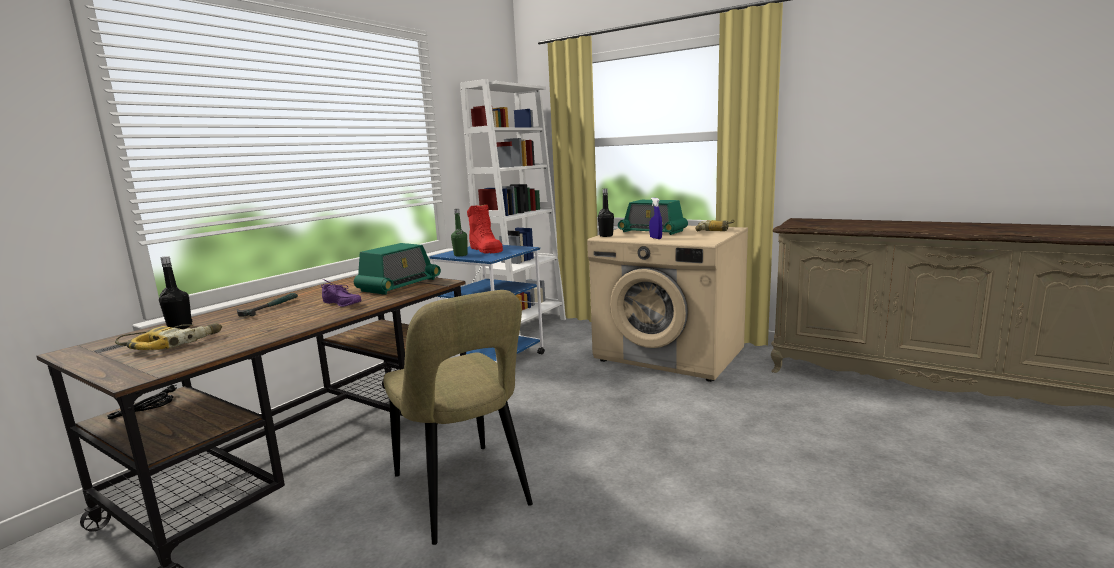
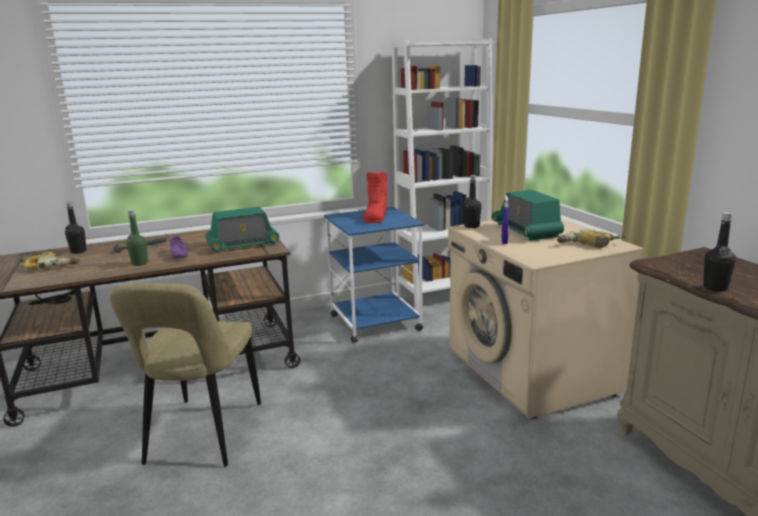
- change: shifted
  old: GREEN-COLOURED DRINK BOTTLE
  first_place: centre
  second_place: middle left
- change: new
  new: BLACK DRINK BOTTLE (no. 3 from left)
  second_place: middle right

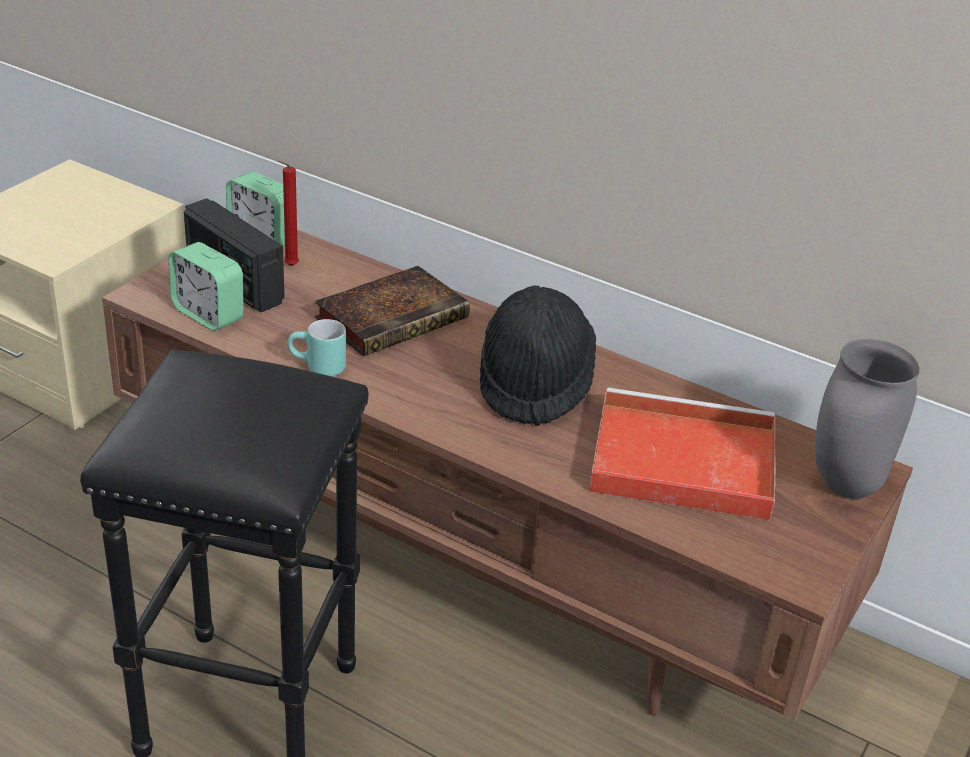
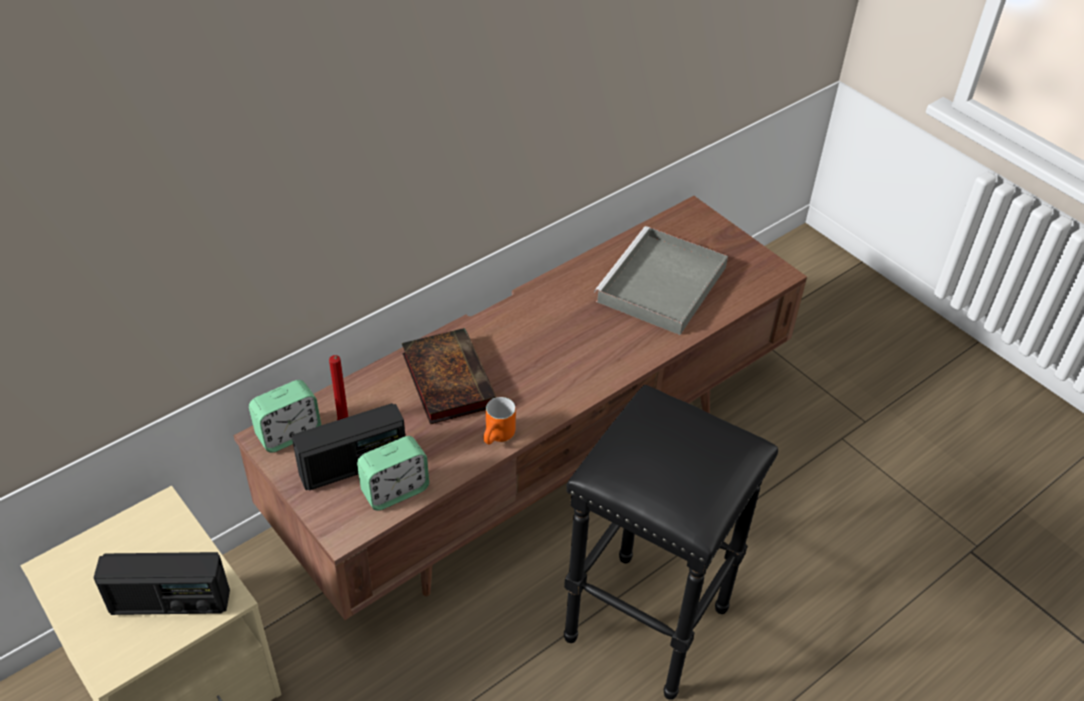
- change: new
  new: RADIO SET (no. 1 from left)
  second_place: bottom left
- change: repainted
  old: TURQUOISE-COLOURED COFFEE MUG
  new: ORANGEY COFFEE MUG
  first_place: middle left
  second_place: centre
- change: repainted
  old: RED TRAY
  new: GRAY TRAY
  first_place: middle right
  second_place: centre
- change: gone
  old: BLACK WEARABLE HAT
  first_place: centre
- change: gone
  old: GRAY VASE
  first_place: middle right

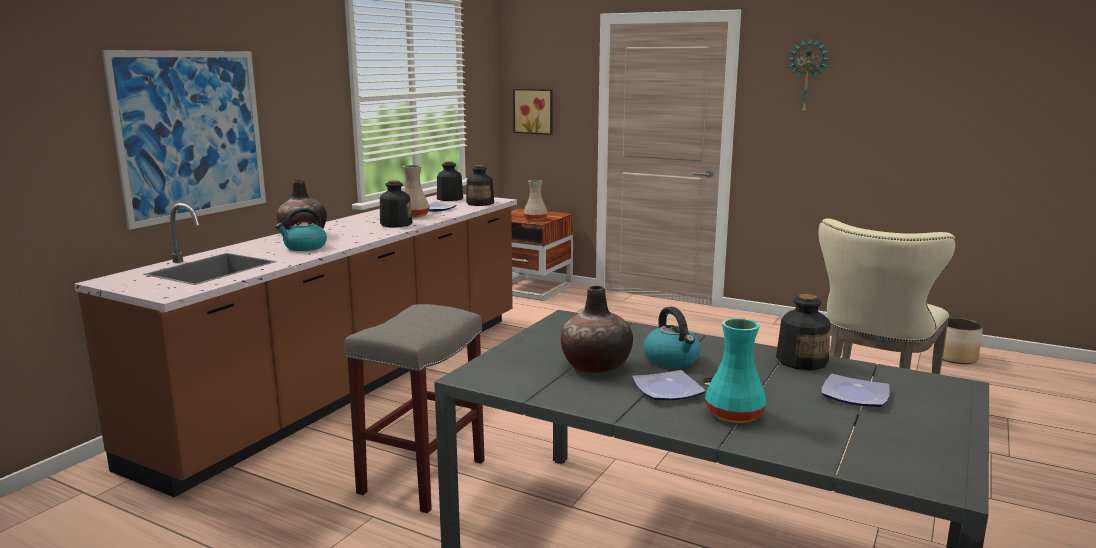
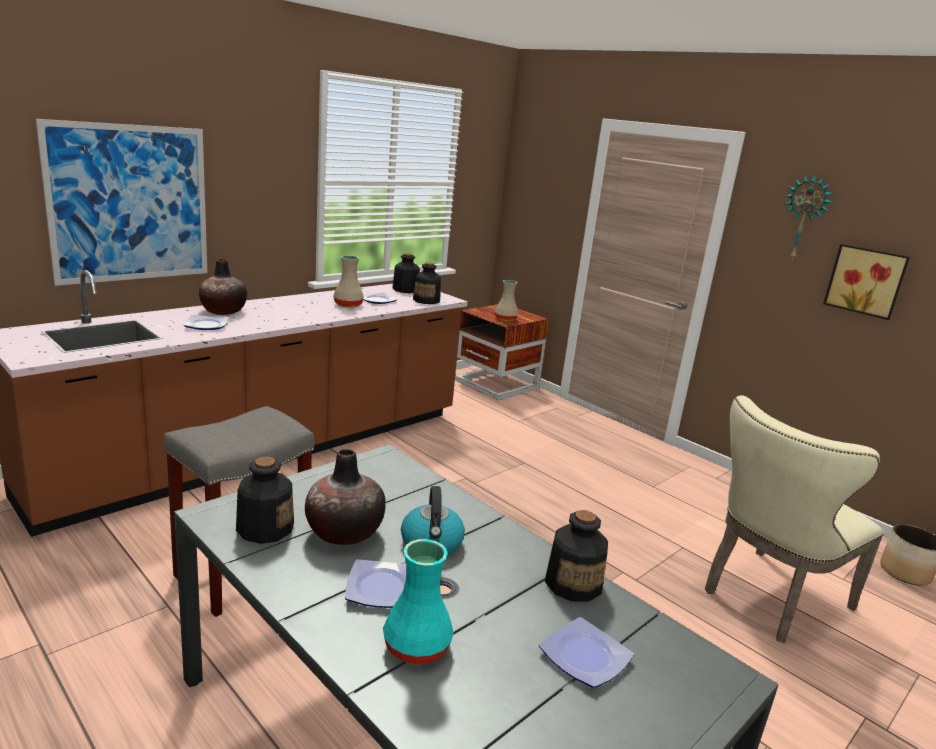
- change: swapped
  old: KETTLE (no. 1 from left)
  new: FLAT DISH (no. 1 from left)
  first_place: middle left
  second_place: middle left
- change: shifted
  old: DRINK BOTTLE (no. 1 from left)
  first_place: centre
  second_place: bottom left
- change: shifted
  old: WALL ART (no. 2 from left)
  first_place: top centre
  second_place: middle right

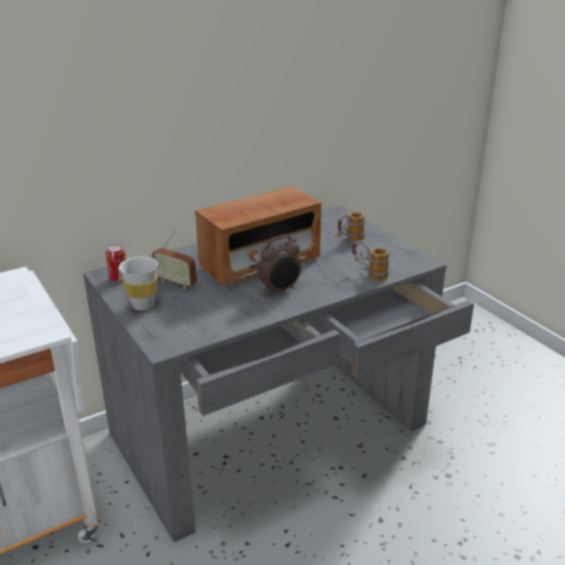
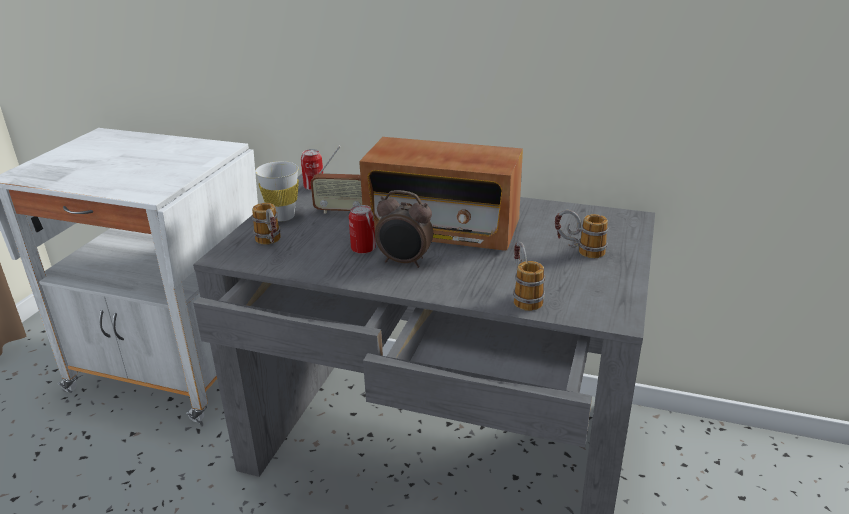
- change: new
  new: COFFEE MUG (no. 1 from left)
  second_place: middle left
- change: rotated
  old: RADIO SET (no. 1 from left)
  first_place: middle left
  second_place: centre
  degrees: -75
- change: new
  new: SEALED CAN (no. 2 from left)
  second_place: centre

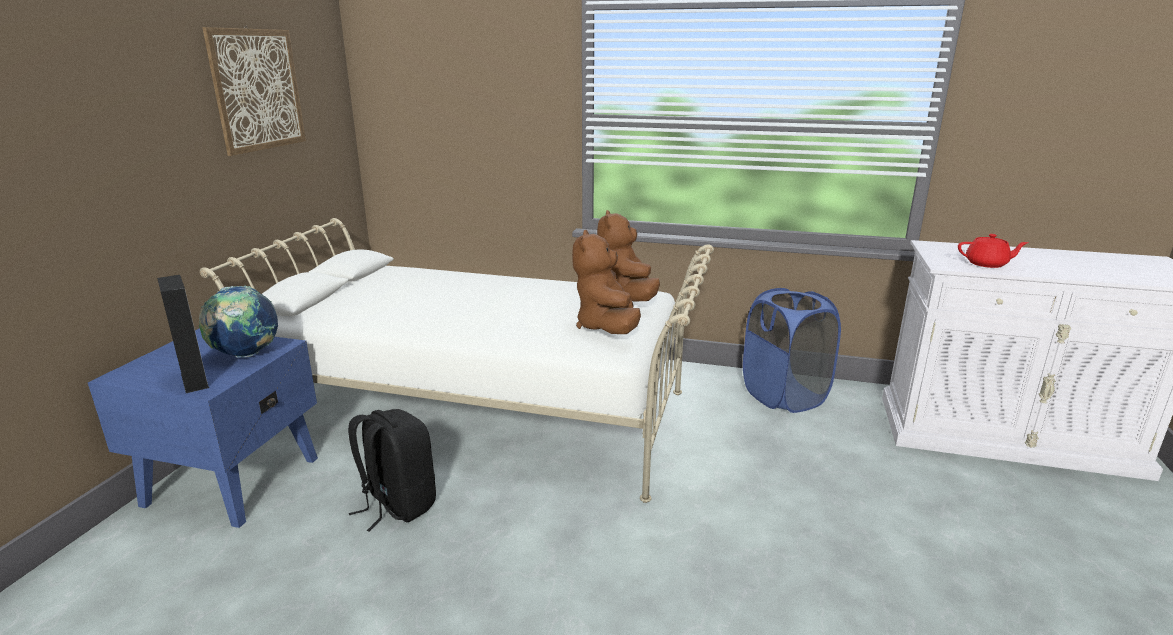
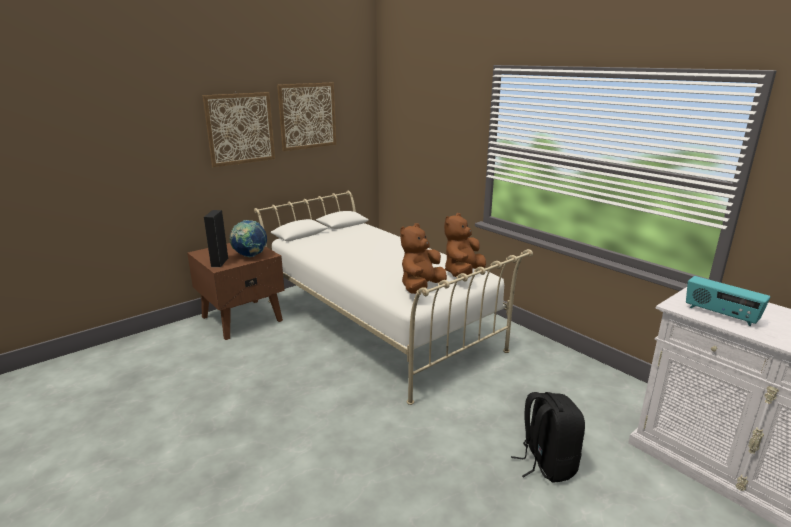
- change: repainted
  old: BLUE-COLOURED NIGHTSTAND
  new: BROWN-COLOURED NIGHTSTAND
  first_place: bottom left
  second_place: middle left
- change: new
  new: WALL ART (no. 1 from left)
  second_place: top left
- change: shifted
  old: BLACK BACKPACK
  first_place: bottom centre
  second_place: bottom right
- change: swapped
  old: RED POT FOR TEA
  new: RADIO SET
  first_place: middle right
  second_place: middle right
- change: gone
  old: BLUE-COLOURED LAUNDRY BASKET
  first_place: middle right

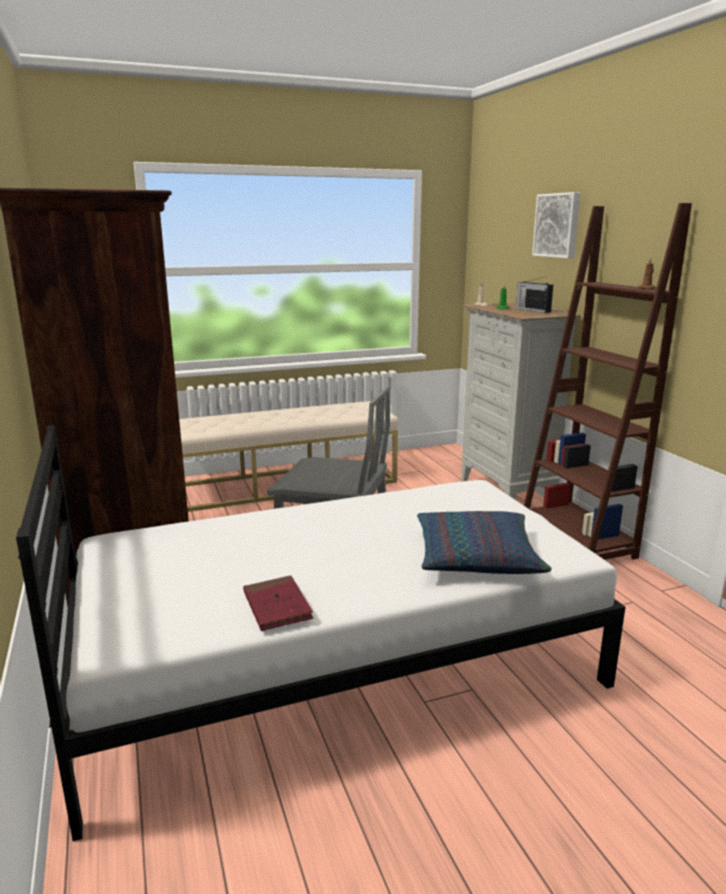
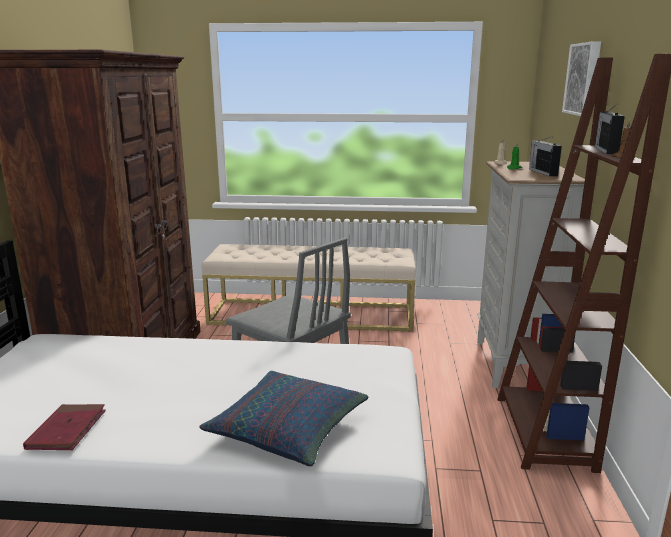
- change: new
  new: RADIO SET (no. 2 from left)
  second_place: top right

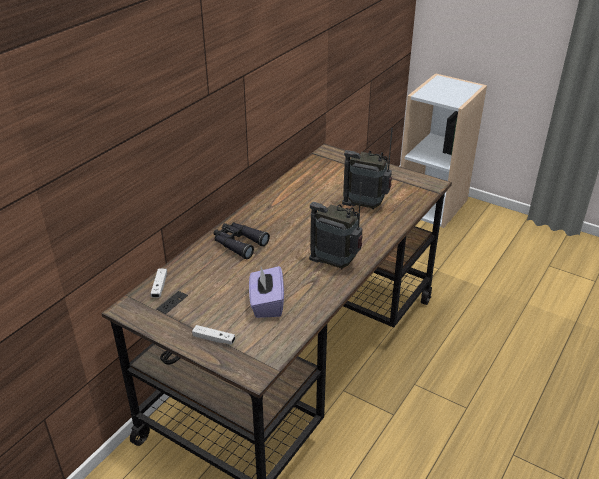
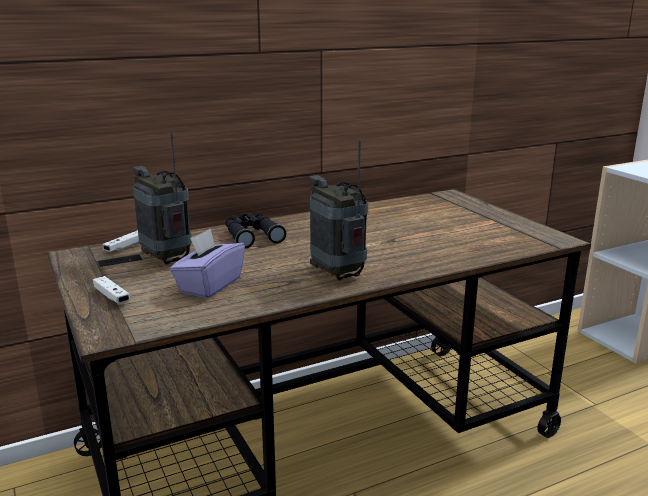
- change: shifted
  old: RADIO SET (no. 2 from left in the first image)
  new: RADIO SET (no. 1 from left)
  first_place: centre
  second_place: middle left

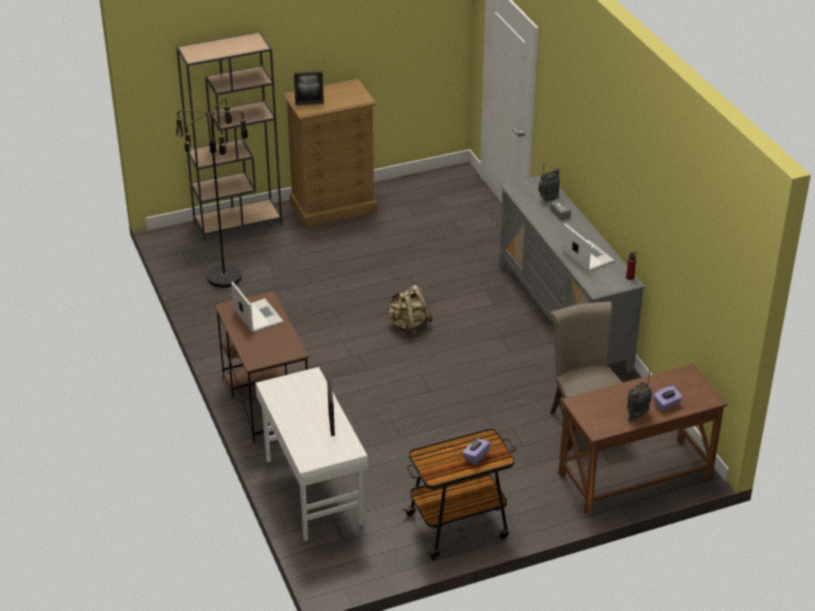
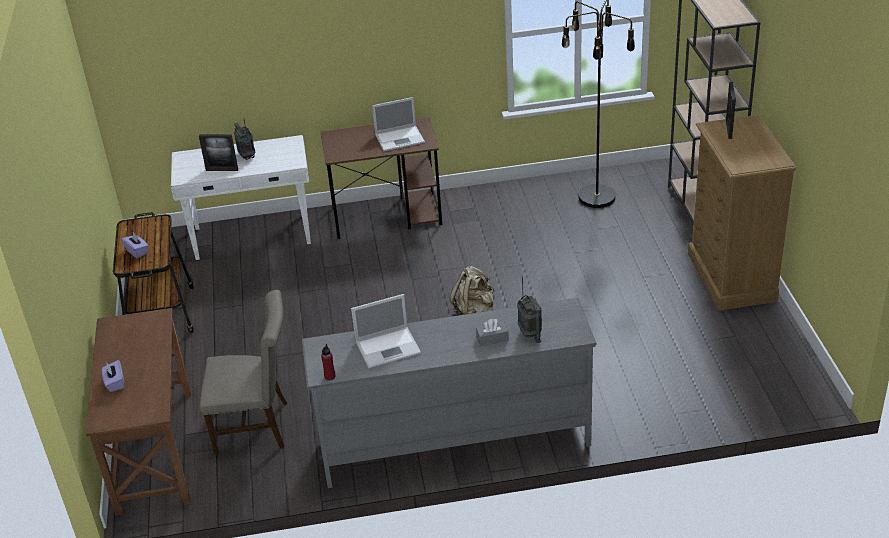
- change: shifted
  old: RADIO SET (no. 2 from left in the first image)
  new: RADIO SET (no. 1 from left)
  first_place: middle right
  second_place: top left

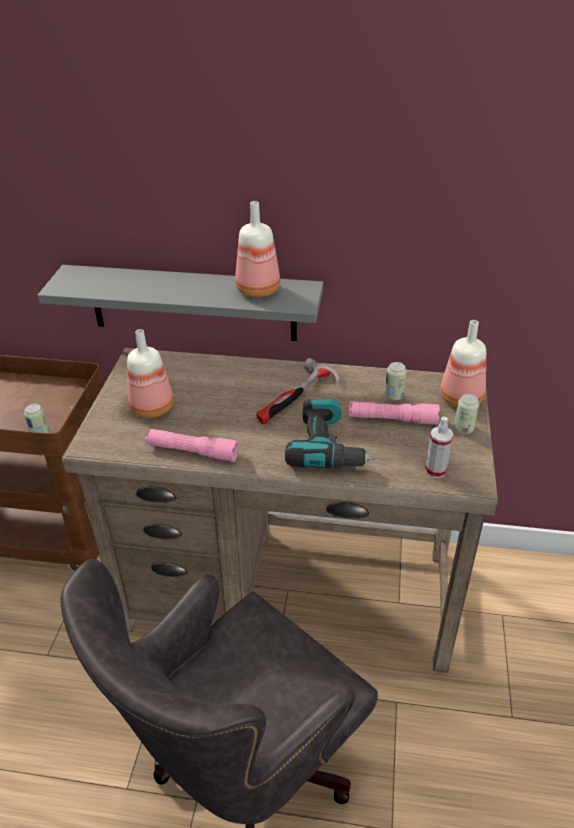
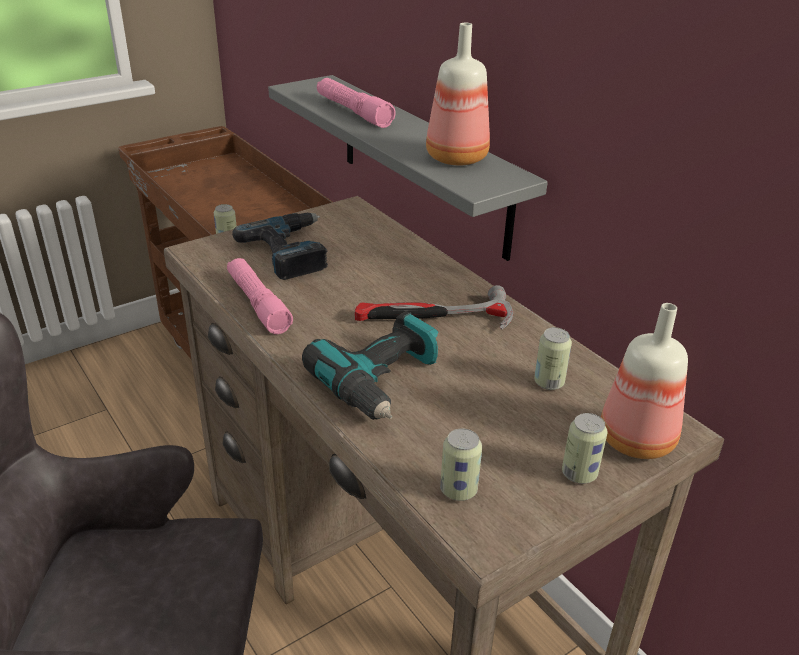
- change: swapped
  old: DRINK BOTTLE (no. 1 from left)
  new: DRILL (no. 1 from left)
  first_place: middle left
  second_place: centre
- change: shifted
  old: PINK TORCH (no. 2 from left)
  first_place: middle right
  second_place: top centre
- change: swapped
  old: SPRAYER
  new: SEALED CAN (no. 2 from left)
  first_place: middle right
  second_place: bottom centre

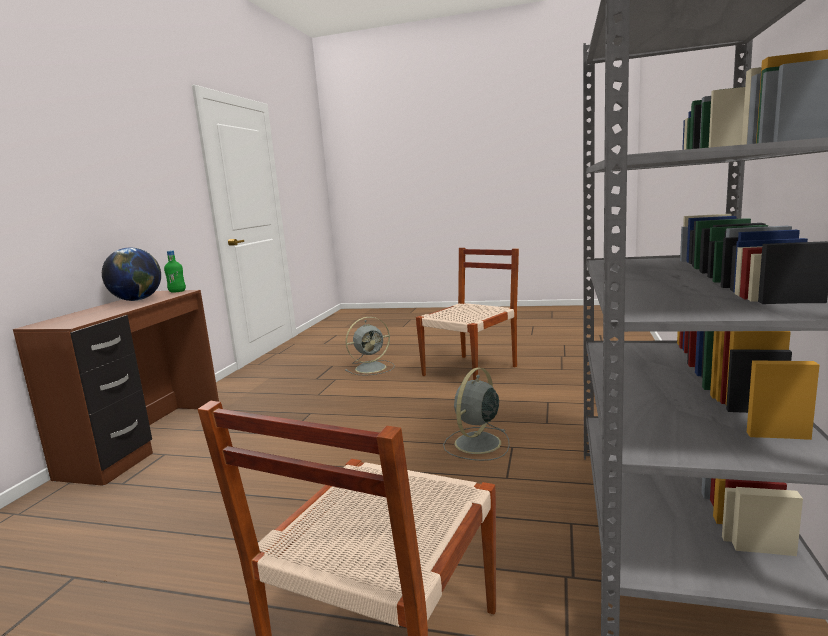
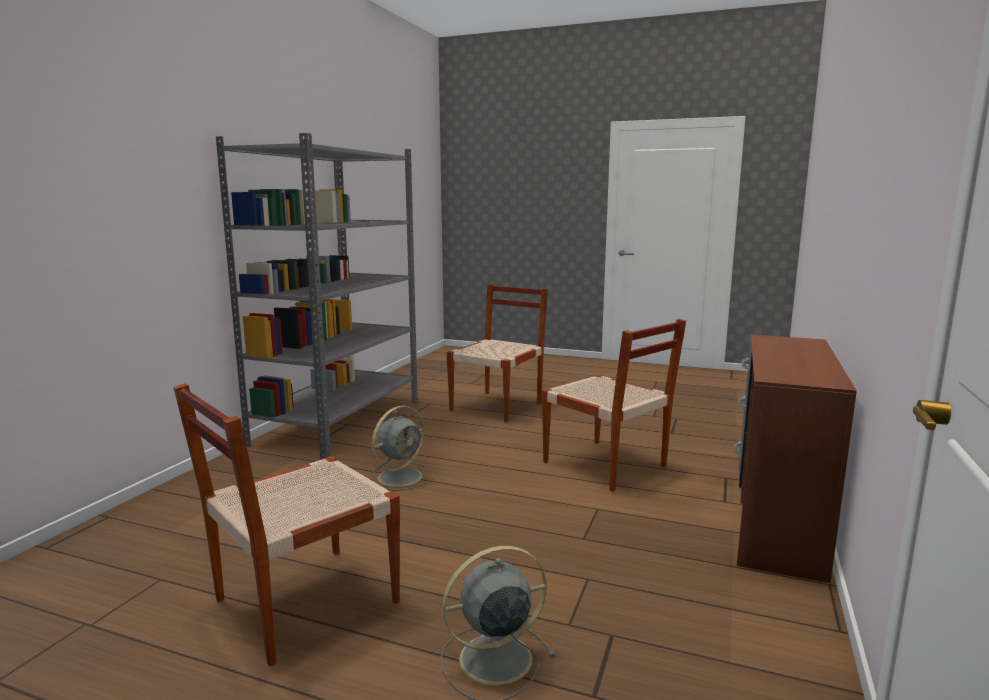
- change: new
  new: CHAIR (no. 3 from left)
  second_place: centre
- change: gone
  old: WORLD GLOBE
  first_place: middle left
- change: gone
  old: GREEN-COLOURED DRINK BOTTLE
  first_place: middle left

